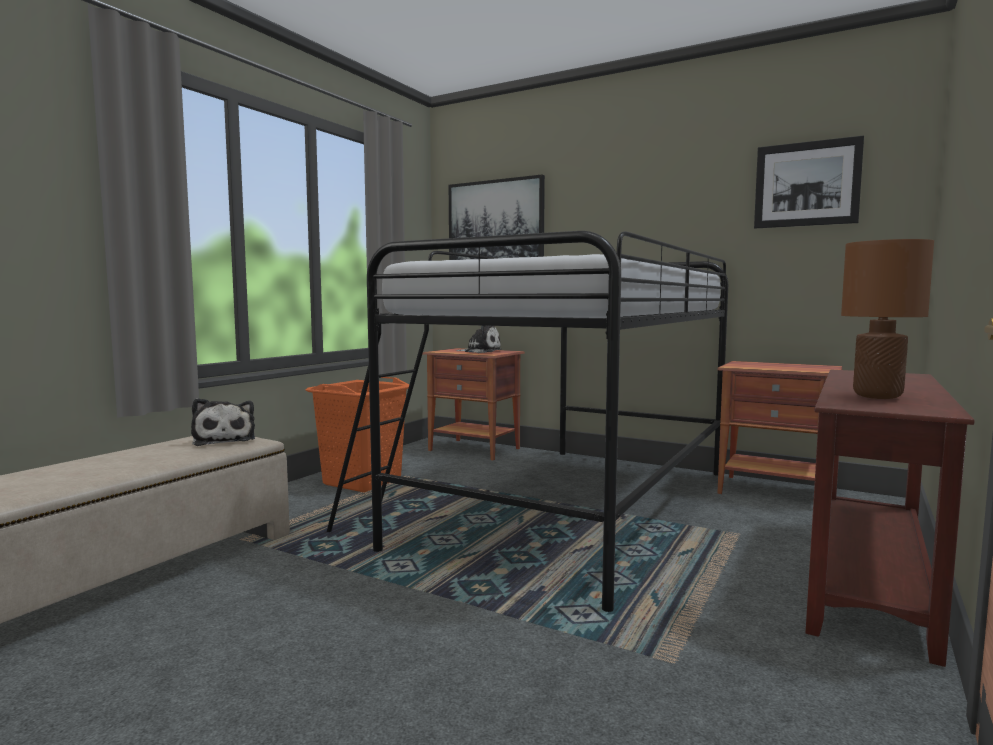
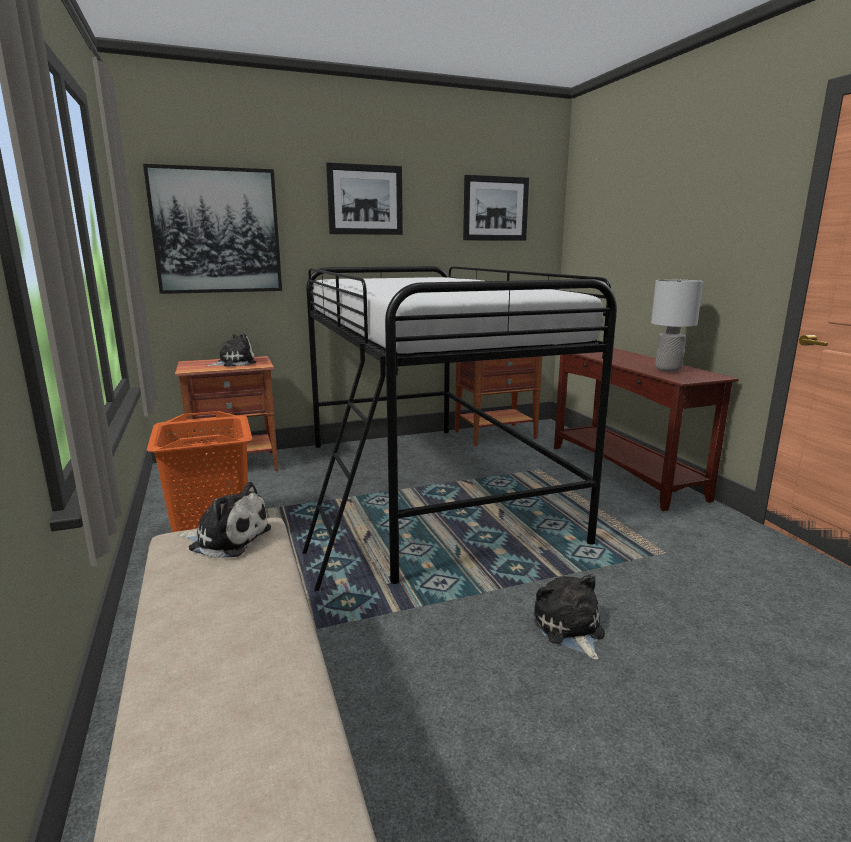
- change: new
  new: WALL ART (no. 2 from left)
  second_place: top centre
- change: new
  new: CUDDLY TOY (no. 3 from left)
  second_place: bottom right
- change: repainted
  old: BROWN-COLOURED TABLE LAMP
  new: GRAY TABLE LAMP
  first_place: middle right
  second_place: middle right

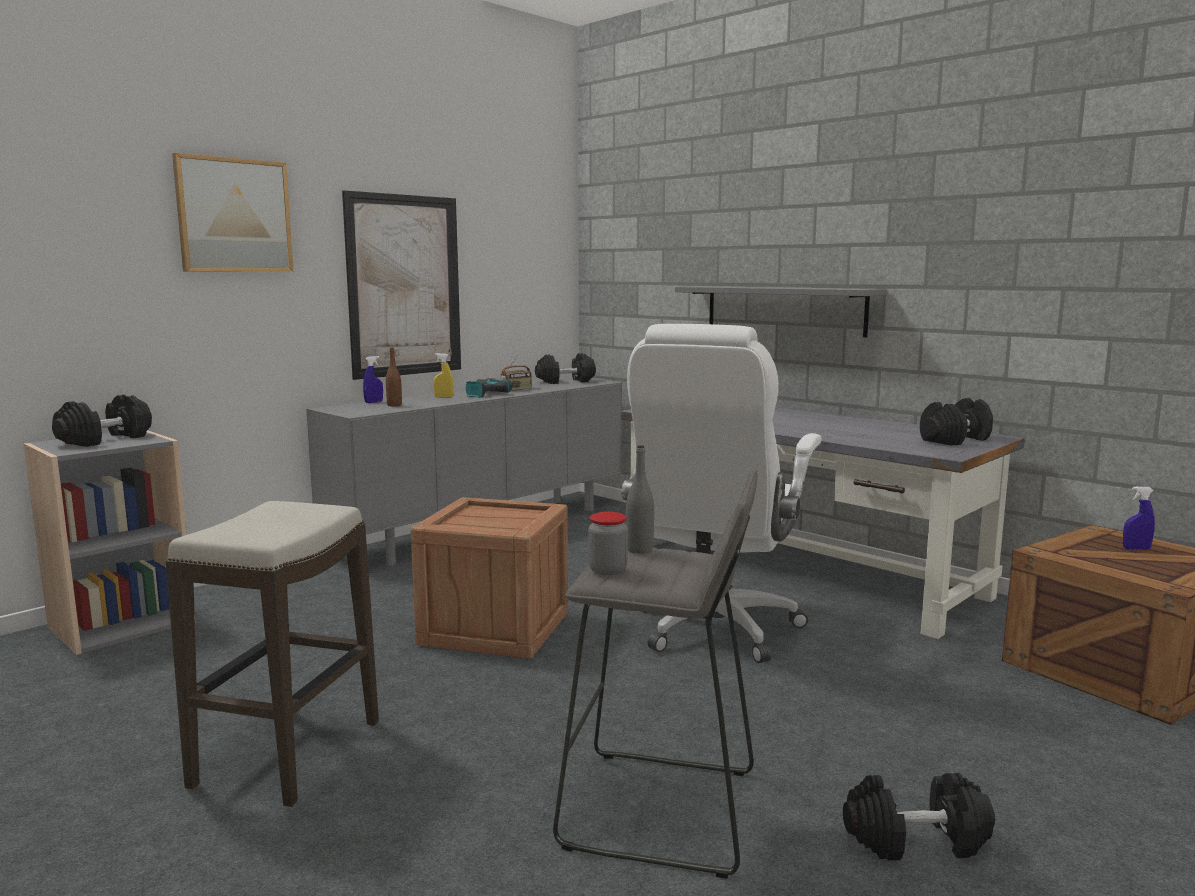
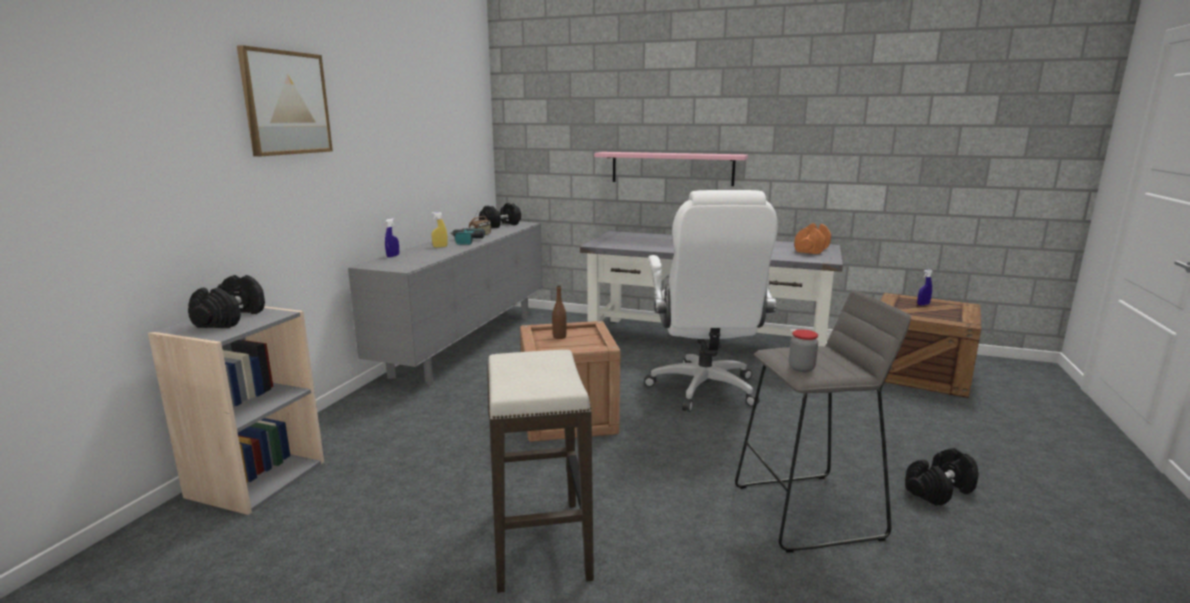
- change: shifted
  old: BROWN-COLOURED DRINK BOTTLE
  first_place: middle left
  second_place: centre
- change: repainted
  old: GRAY SHELF
  new: PINK SHELF
  first_place: centre
  second_place: top centre
- change: repainted
  old: BLACK DUMBBELL (no. 4 from left)
  new: ORANGEY DUMBBELL
  first_place: middle right
  second_place: middle right
- change: gone
  old: WALL ART (no. 2 from left)
  first_place: top centre
- change: gone
  old: GRAY DRINK BOTTLE
  first_place: centre

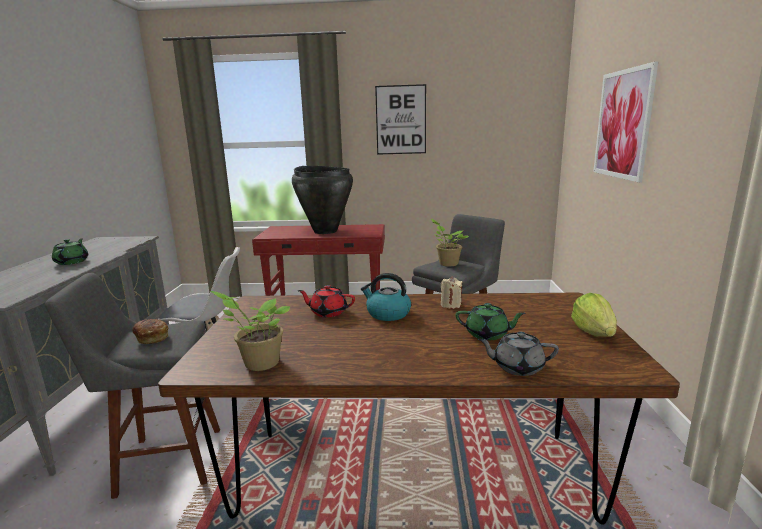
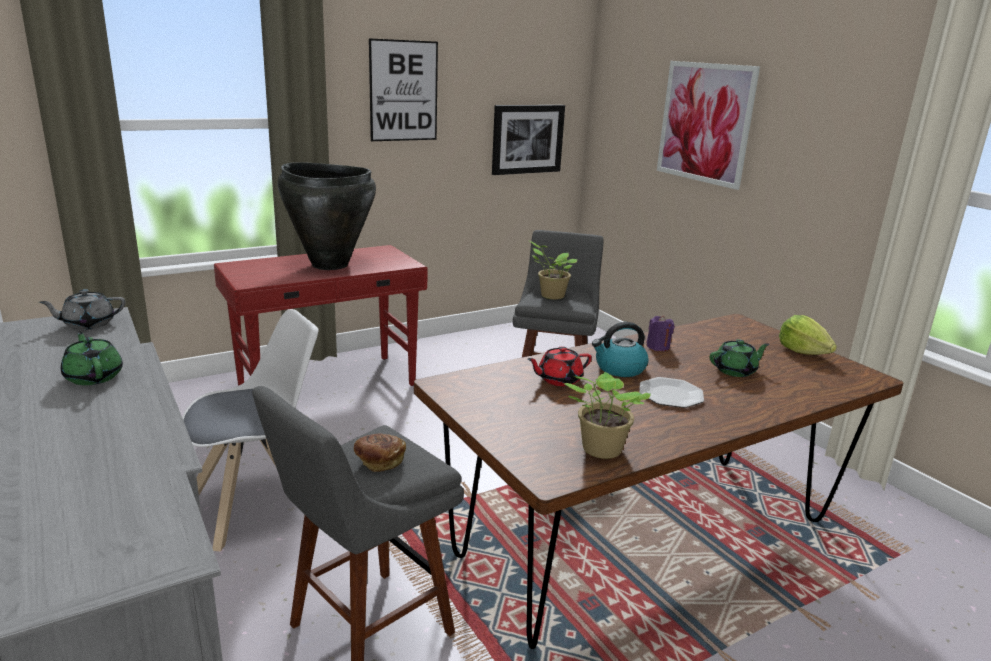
- change: shifted
  old: GRAY POT FOR TEA
  first_place: bottom right
  second_place: middle left
- change: new
  new: WALL ART (no. 2 from left)
  second_place: top centre
- change: new
  new: FLAT DISH
  second_place: middle right
- change: repainted
  old: BEIGE-COLOURED WAX CANDLE
  new: PURPLE-COLOURED WAX CANDLE
  first_place: centre
  second_place: centre

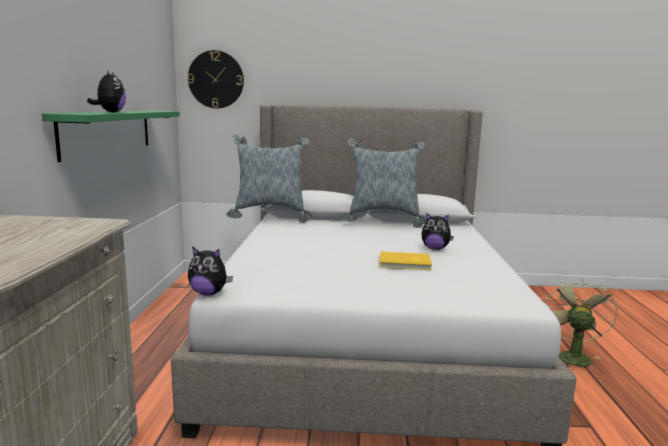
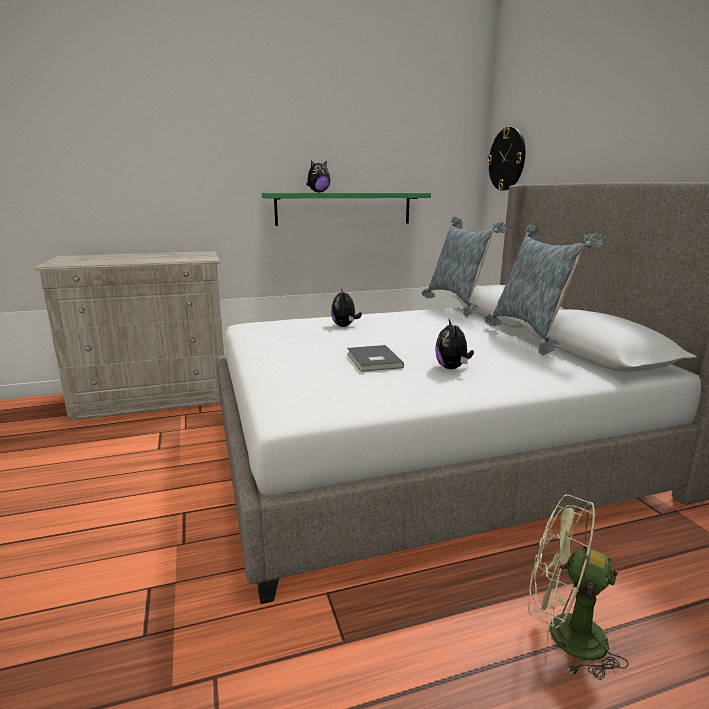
- change: shifted
  old: CUDDLY TOY (no. 2 from left)
  first_place: middle left
  second_place: centre
- change: repainted
  old: YELLOW VOLUME
  new: GRAY VOLUME
  first_place: centre
  second_place: centre
- change: rotated
  old: GREEN-COLOURED FAN
  first_place: bottom right
  second_place: bottom right
  degrees: -150

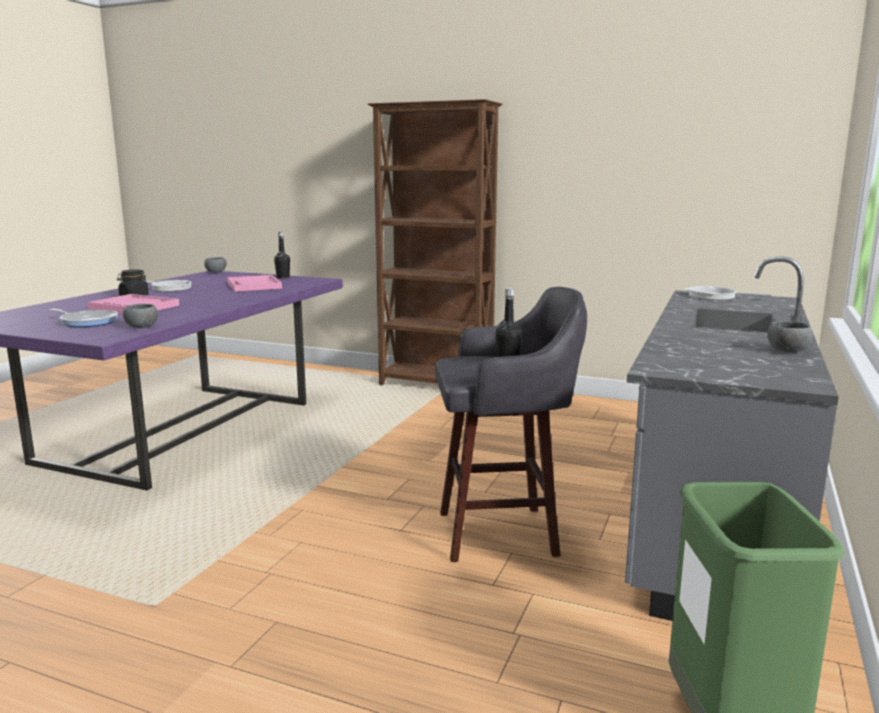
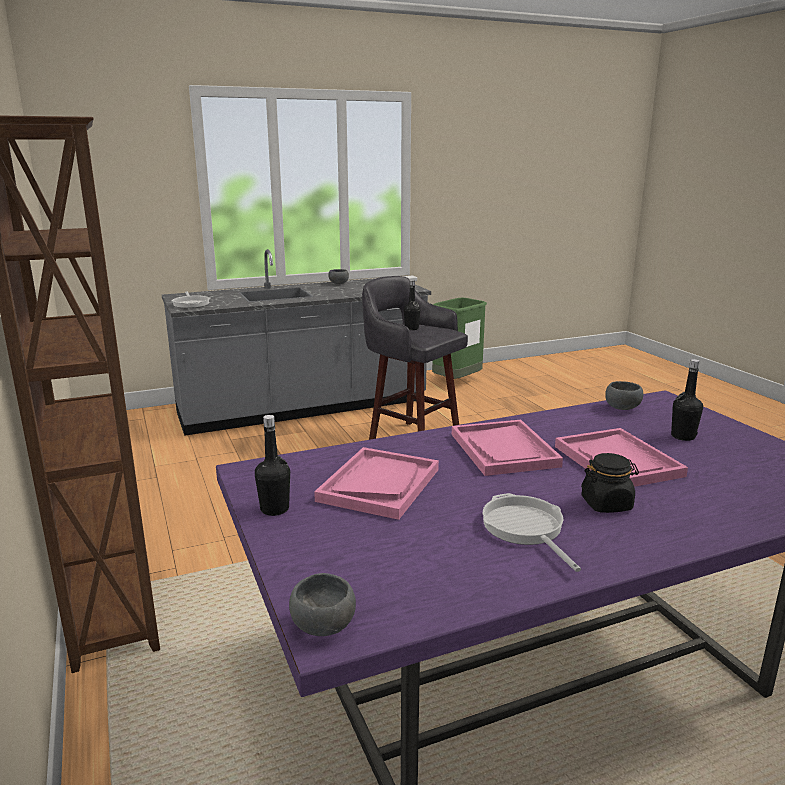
- change: new
  new: PINK TRAY (no. 2 from left)
  second_place: centre
- change: swapped
  old: PAN (no. 1 from left)
  new: BLACK DRINK BOTTLE (no. 3 from left)
  first_place: middle left
  second_place: middle right

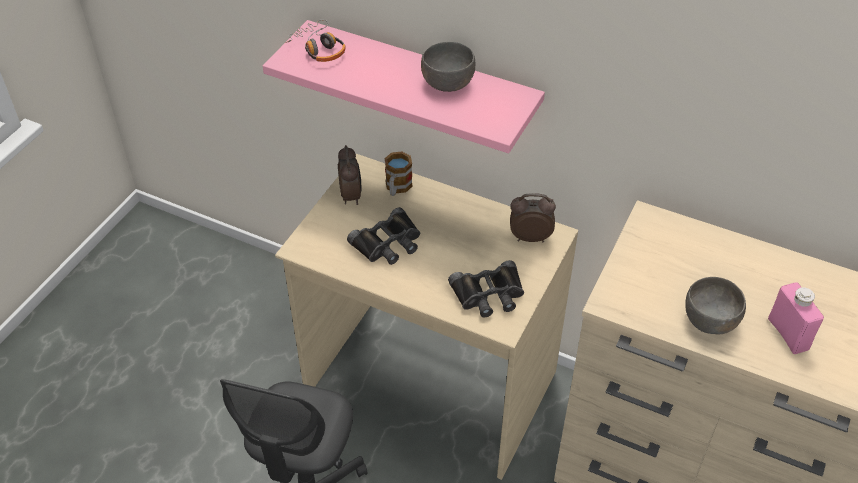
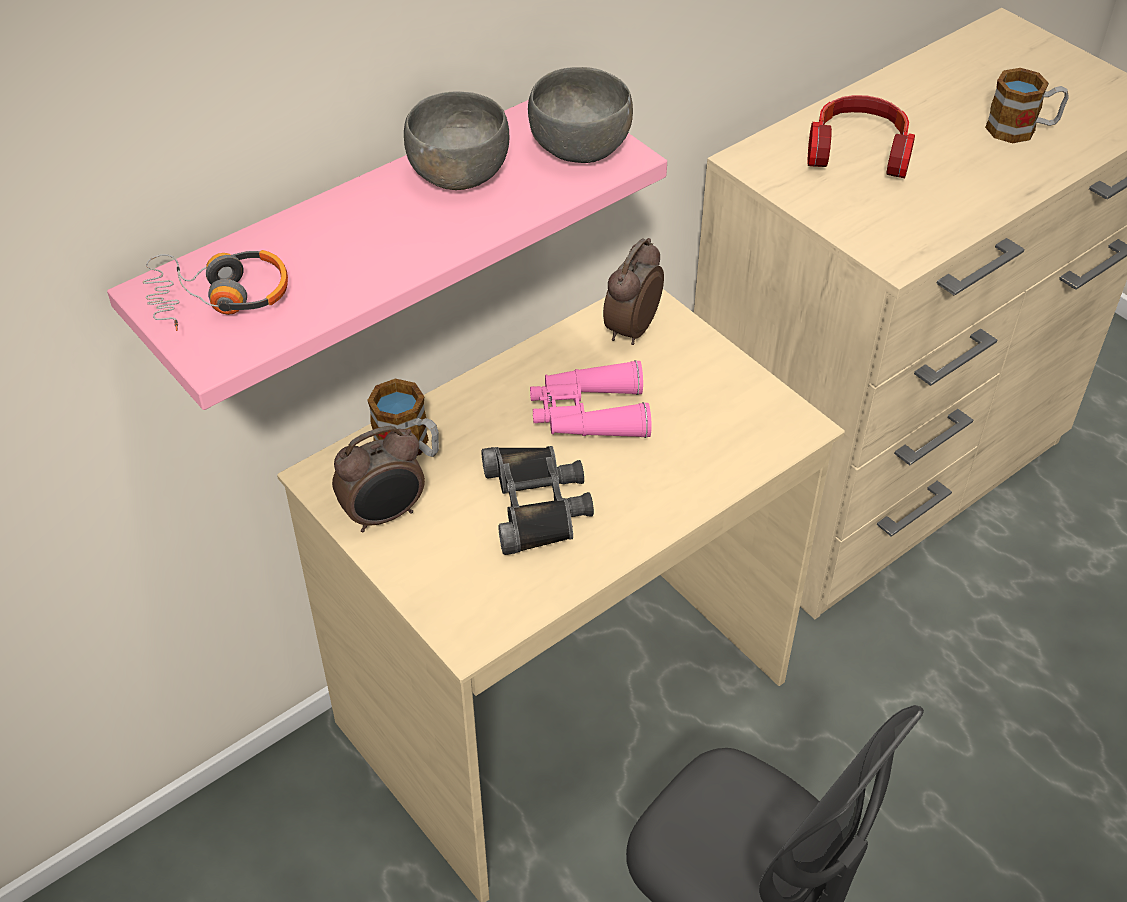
- change: rotated
  old: ALARM CLOCK (no. 1 from left)
  first_place: centre
  second_place: centre
  degrees: 135
- change: shifted
  old: GRAY BOWL (no. 2 from left)
  first_place: middle right
  second_place: top centre
- change: new
  new: PINK FIELD GLASSES
  second_place: centre
- change: new
  new: HEADSET (no. 2 from left)
  second_place: top right
- change: swapped
  old: PINK DRINK BOTTLE
  new: COFFEE MUG (no. 2 from left)
  first_place: middle right
  second_place: top right
- change: gone
  old: BLACK FIELD GLASSES (no. 2 from left)
  first_place: centre

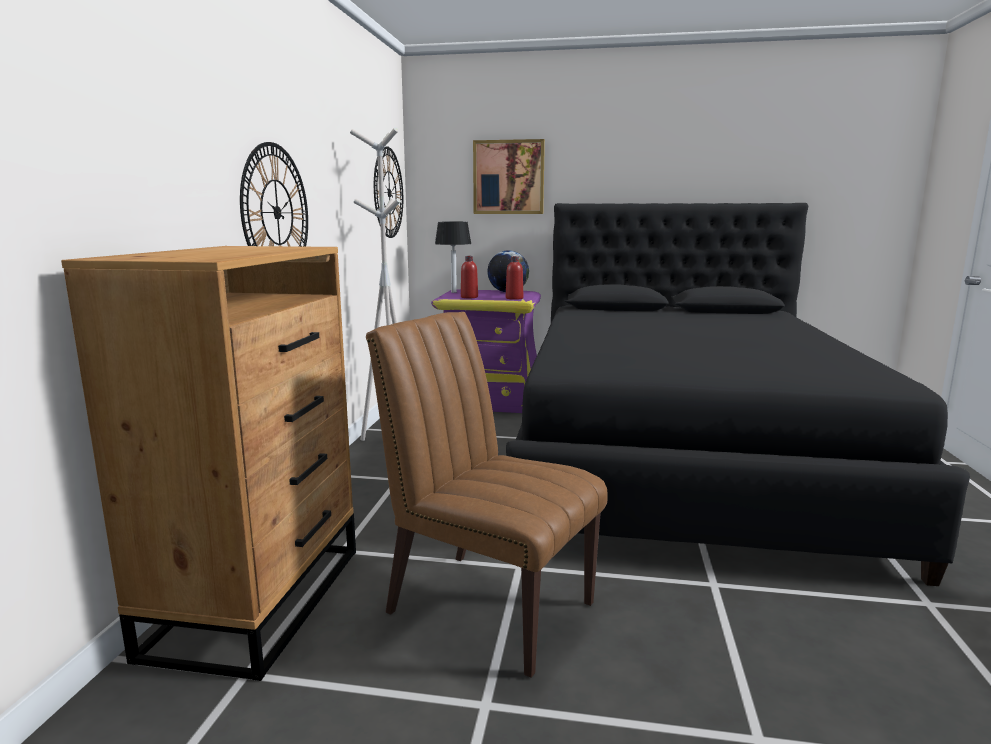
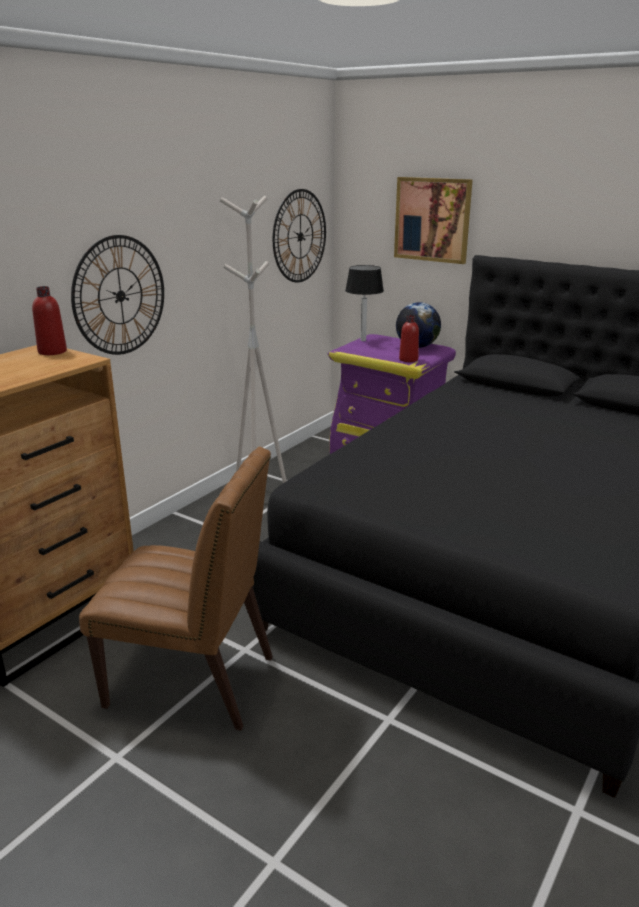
- change: shifted
  old: RED DRINK BOTTLE (no. 1 from left)
  first_place: centre
  second_place: middle left
- change: rotated
  old: BROWN-COLOURED CHAIR
  first_place: centre
  second_place: middle left
  degrees: 135

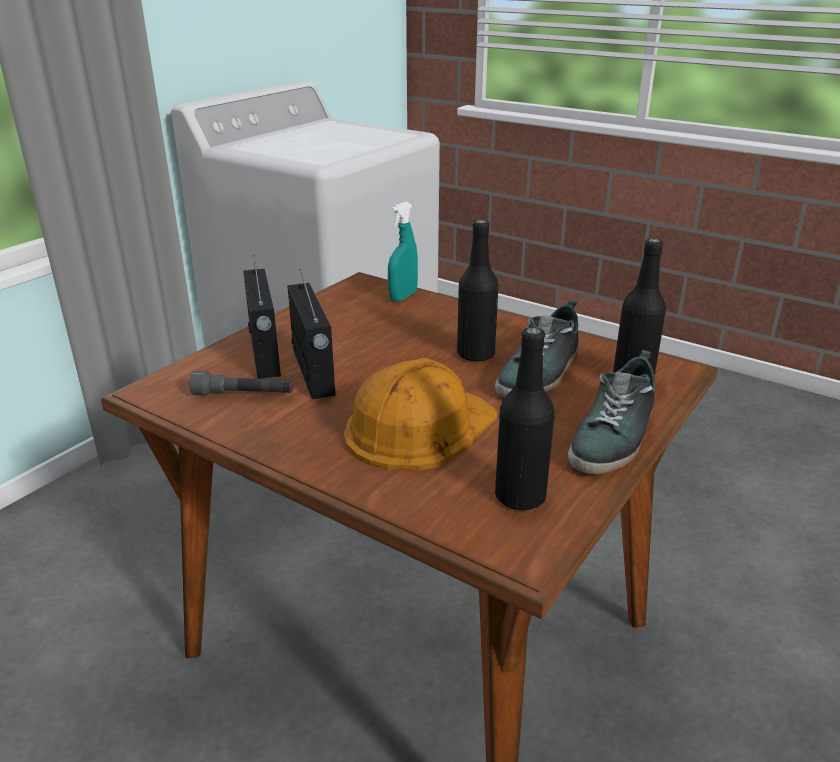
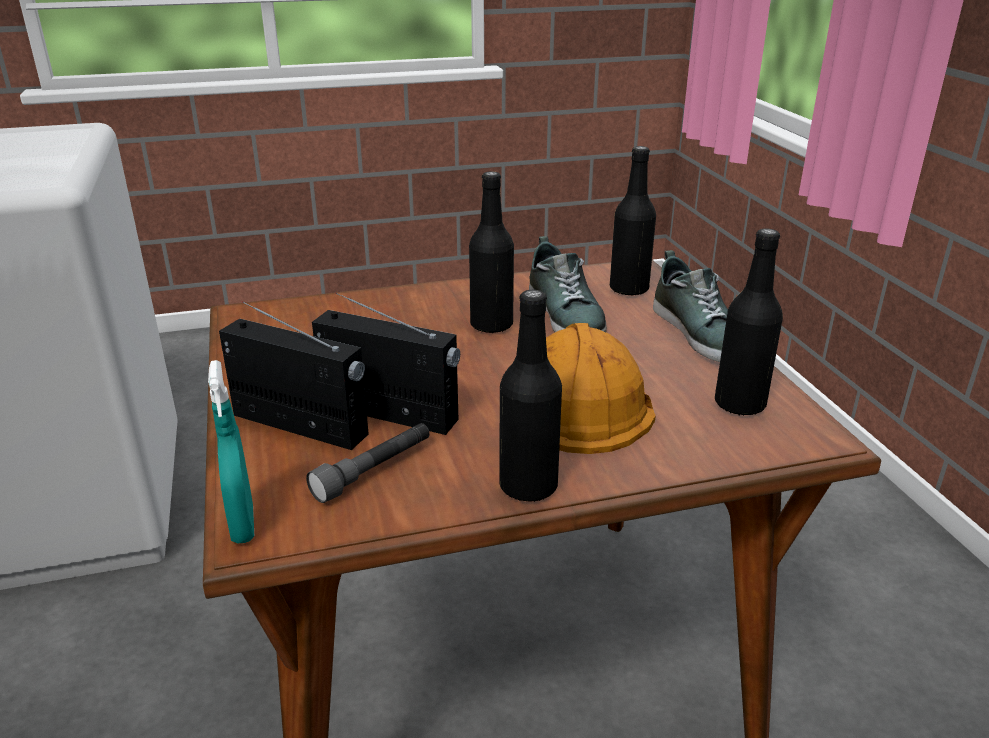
- change: shifted
  old: TURQUOISE-COLOURED SPRAYER
  first_place: top centre
  second_place: middle left
- change: new
  new: BLACK DRINK BOTTLE (no. 2 from left)
  second_place: centre

